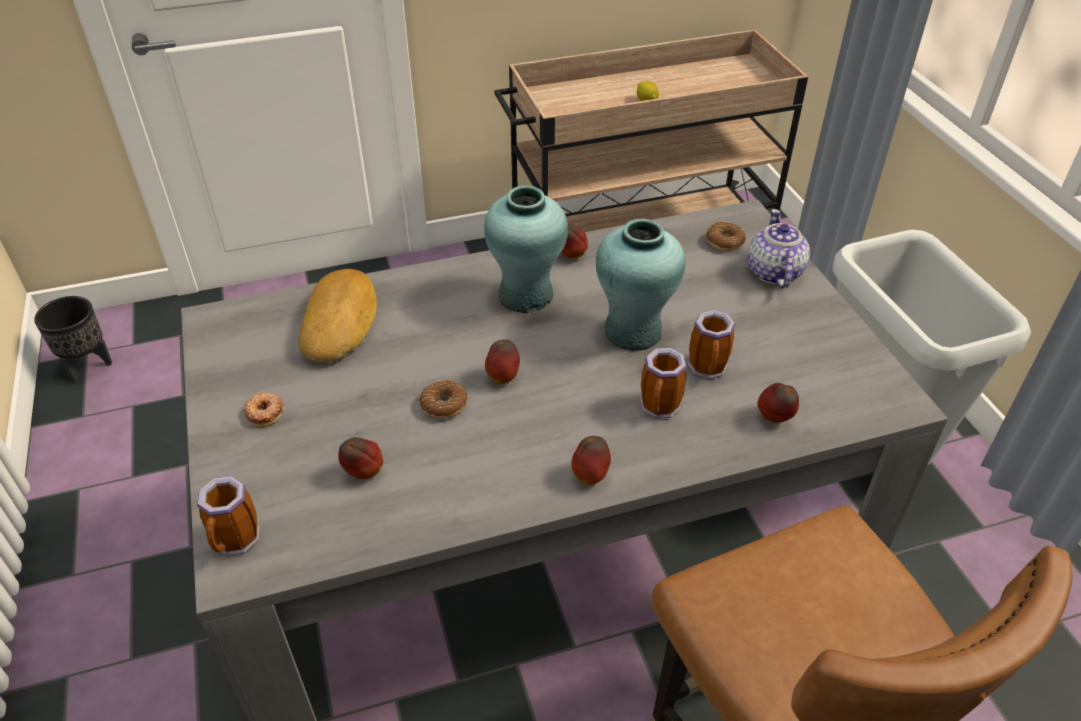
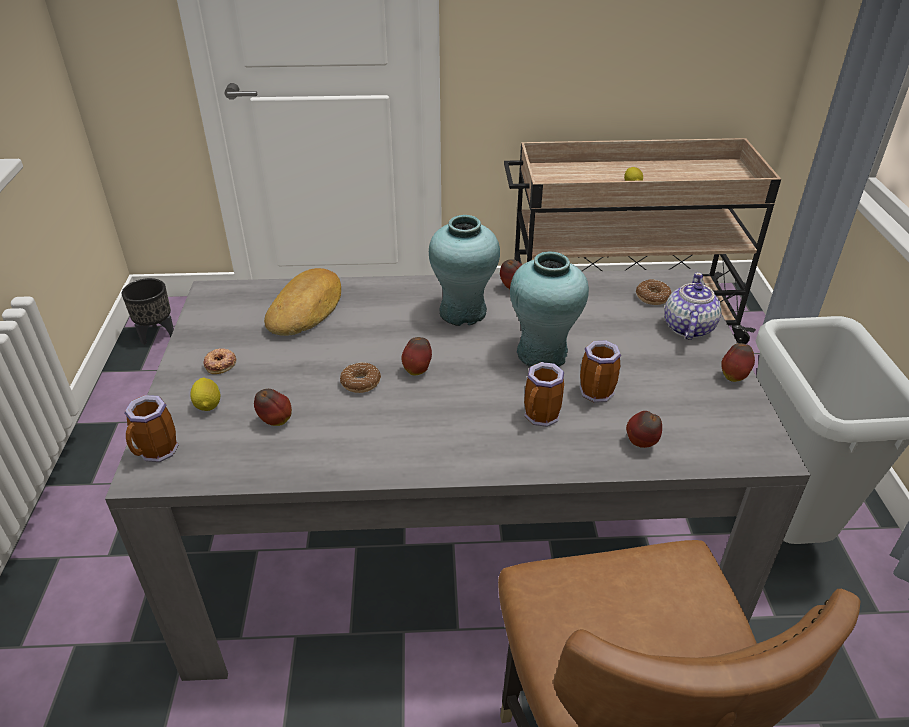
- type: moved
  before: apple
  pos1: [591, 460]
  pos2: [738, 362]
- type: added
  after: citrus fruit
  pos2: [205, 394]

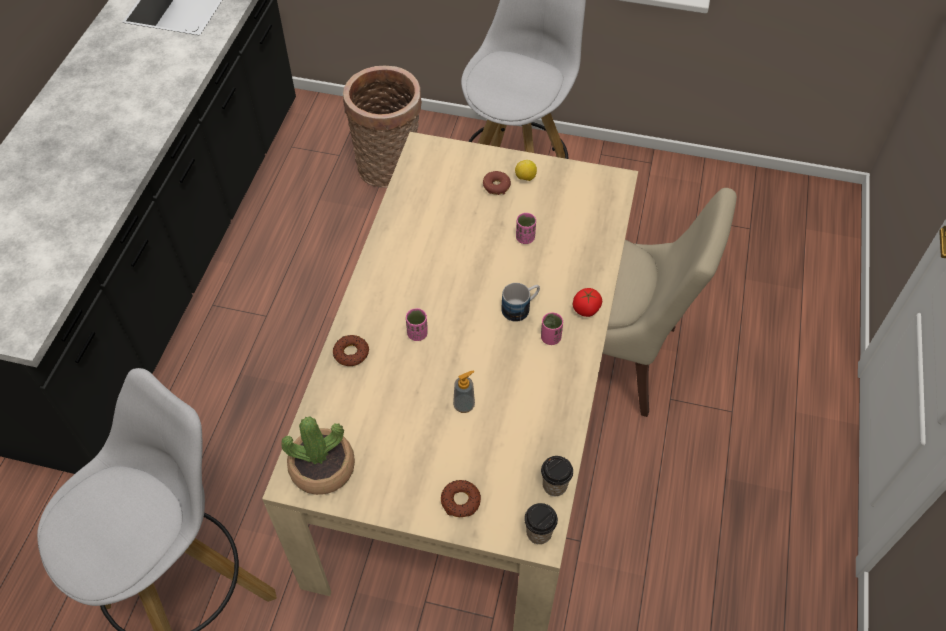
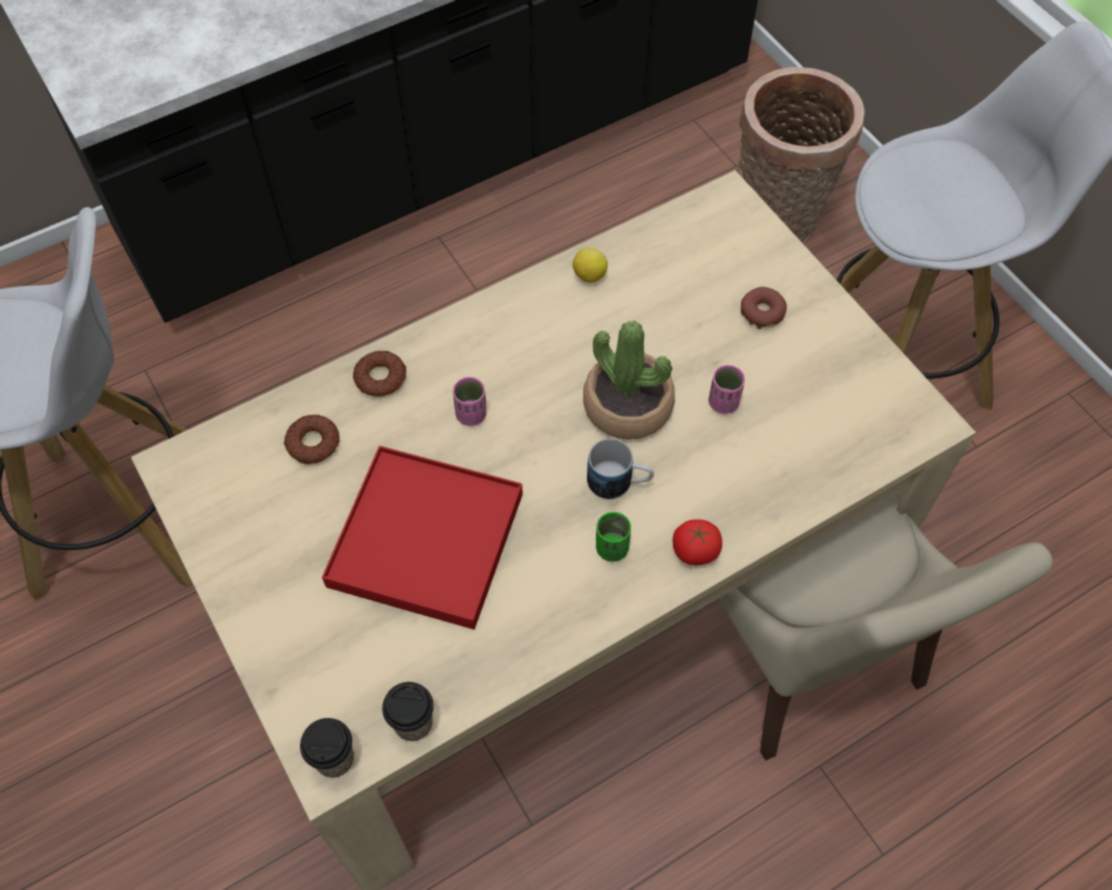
- type: moved
  before: citrus fruit
  pos1: [526, 170]
  pos2: [590, 265]
- type: recoloured
  before: pinkish drinking cup
  after: green-coloured drinking cup
  pos1: [552, 329]
  pos2: [613, 537]
- type: replaced
  before: soap bottle
  after: reddish tray
  pos1: [464, 391]
  pos2: [422, 538]
- type: moved
  before: potted plant
  pos1: [318, 455]
  pos2: [629, 380]
- type: moved
  before: doughnut
  pos1: [461, 498]
  pos2: [312, 439]

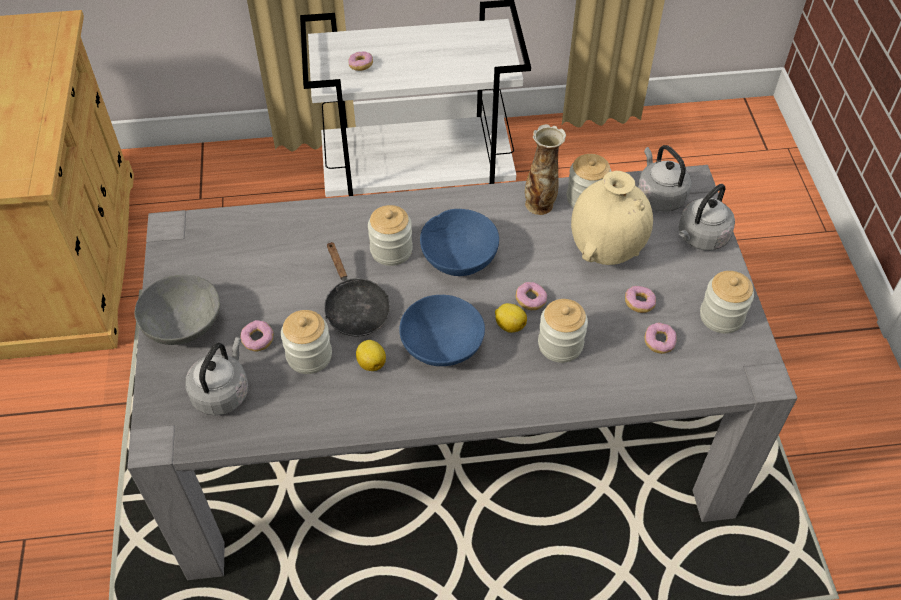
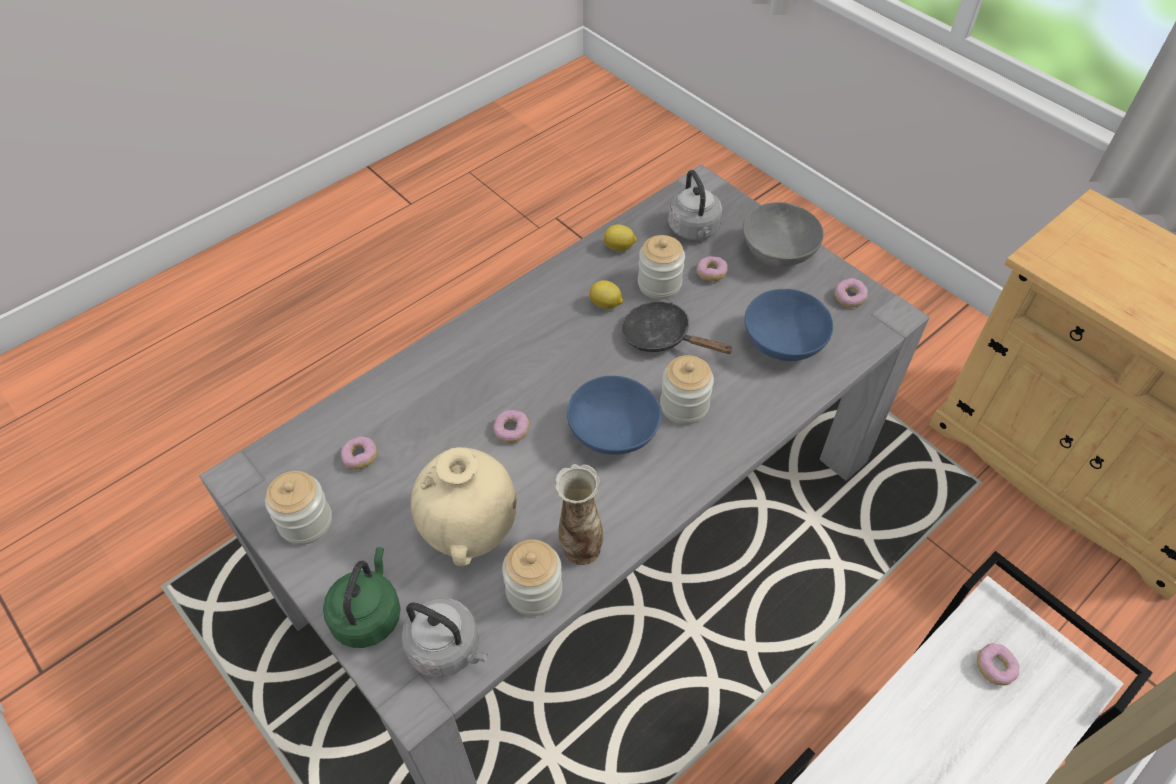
- type: recoloured
  before: grey tea kettle
  after: green-coloured tea kettle
  pos1: [707, 217]
  pos2: [362, 597]
- type: moved
  before: doughnut
  pos1: [640, 299]
  pos2: [851, 293]
- type: moved
  before: bluish bowl
  pos1: [442, 330]
  pos2: [789, 325]
- type: removed
  before: storage jar
  pos1: [563, 331]
- type: moved
  before: citrus fruit
  pos1: [511, 318]
  pos2: [620, 237]

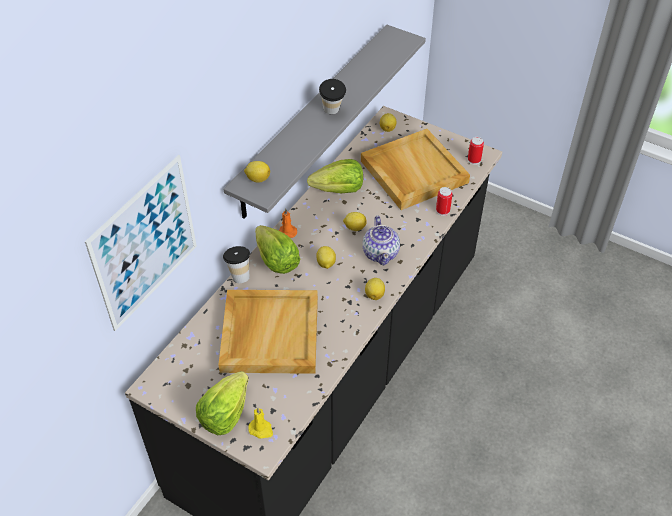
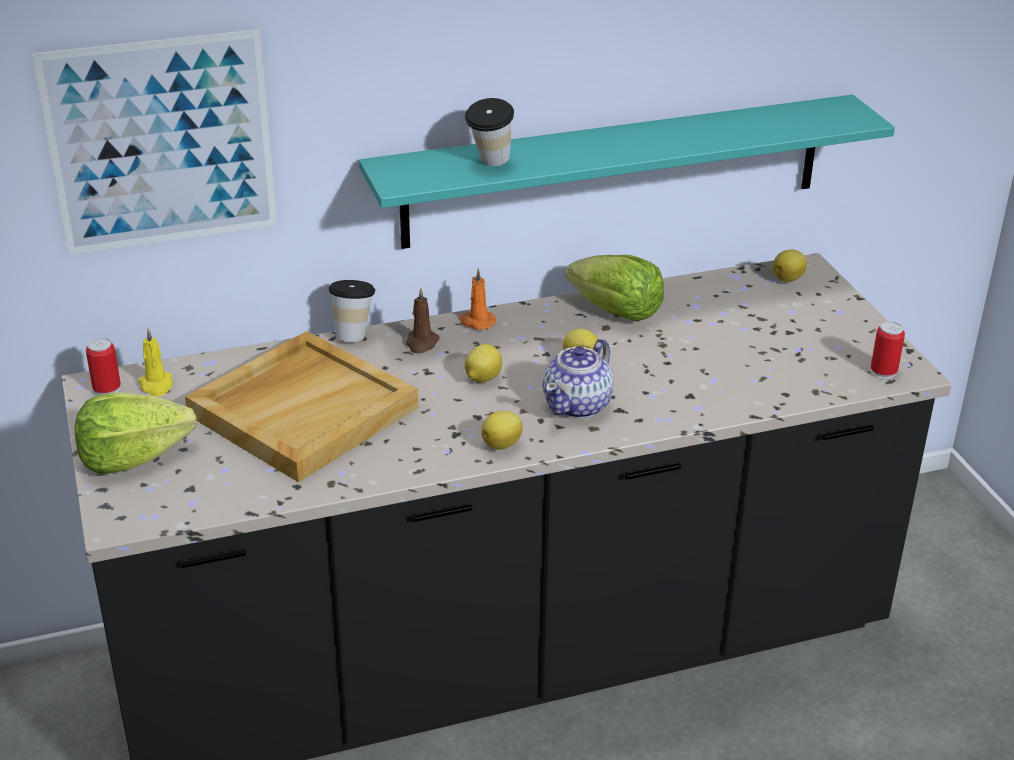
- type: recoloured
  before: grey bracket shelf
  after: turquoise bracket shelf
  pos1: [324, 122]
  pos2: [627, 172]
- type: moved
  before: drinking cup
  pos1: [332, 96]
  pos2: [489, 132]
- type: removed
  before: sand-coloured tray
  pos1: [415, 169]
- type: removed
  before: citrus fruit
  pos1: [257, 172]
- type: moved
  before: metal can
  pos1: [444, 201]
  pos2: [103, 366]
- type: replaced
  before: lettuce
  after: brownish wax candle
  pos1: [277, 249]
  pos2: [423, 321]
- type: moved
  before: yellowish wax candle
  pos1: [260, 423]
  pos2: [155, 362]

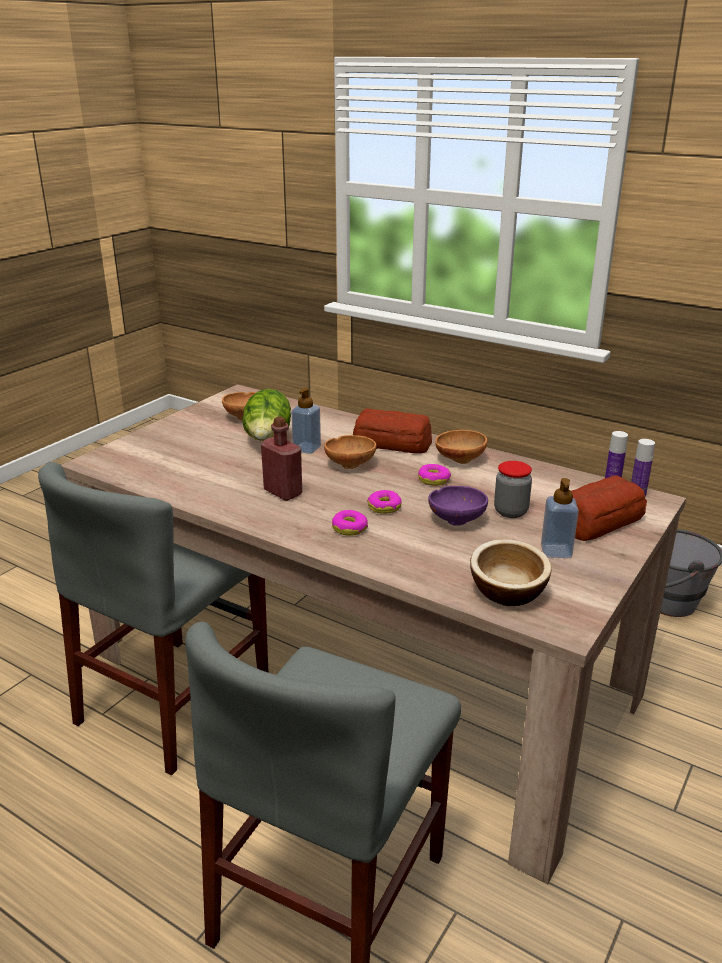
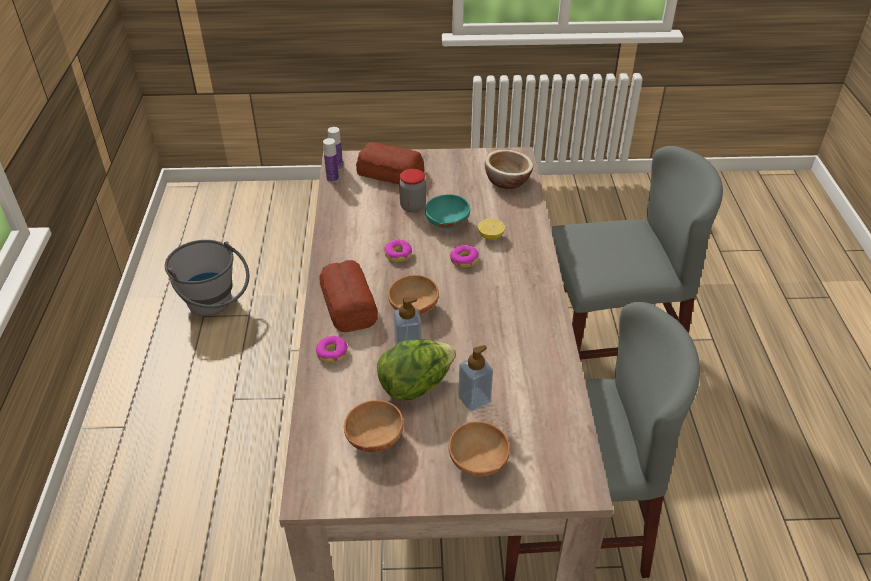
- type: removed
  before: reddish drink bottle
  pos1: [281, 459]
- type: moved
  before: brownish bowl
  pos1: [461, 447]
  pos2: [479, 448]
- type: moved
  before: soap bottle
  pos1: [560, 518]
  pos2: [475, 378]
- type: recoloured
  before: purple-coloured bowl
  after: turquoise bowl
  pos1: [458, 506]
  pos2: [447, 211]
- type: moved
  before: doughnut
  pos1: [350, 523]
  pos2: [332, 349]
- type: added
  after: citrus fruit
  pos2: [491, 229]

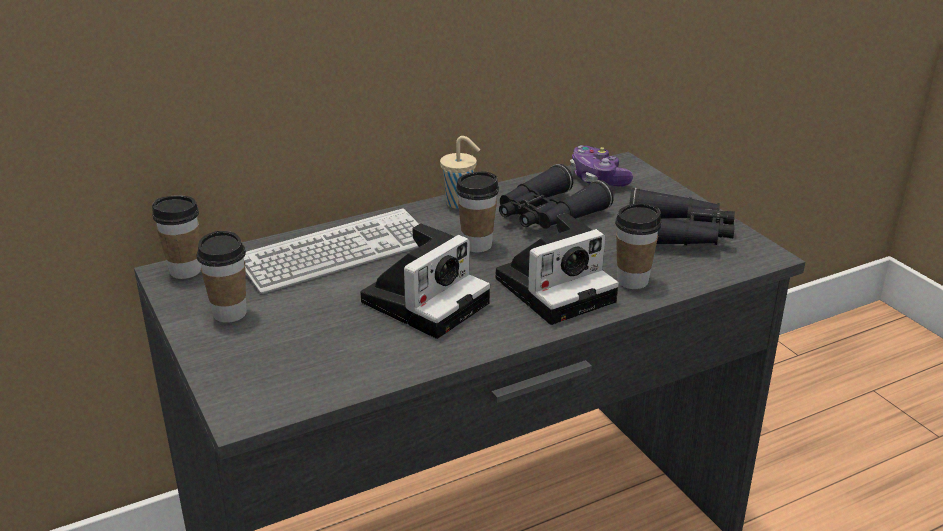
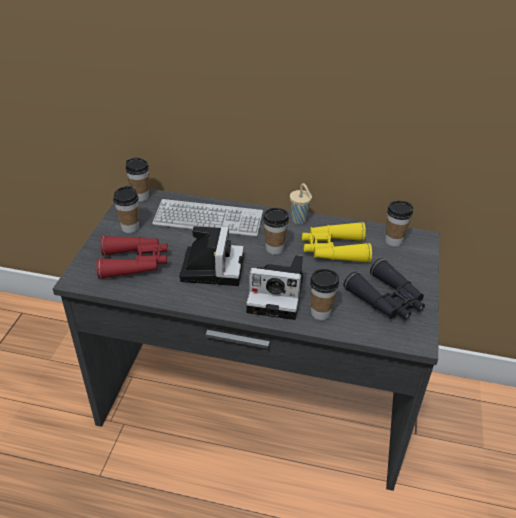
- type: replaced
  before: gamepad
  after: drinking cup
  pos1: [601, 166]
  pos2: [399, 224]
- type: recoloured
  before: black pair of binoculars
  after: yellowish pair of binoculars
  pos1: [556, 196]
  pos2: [337, 242]
- type: turned
  before: still camera
  pos1: [425, 281]
  pos2: [211, 256]
  turn: -75
- type: added
  after: reddish pair of binoculars
  pos2: [132, 257]

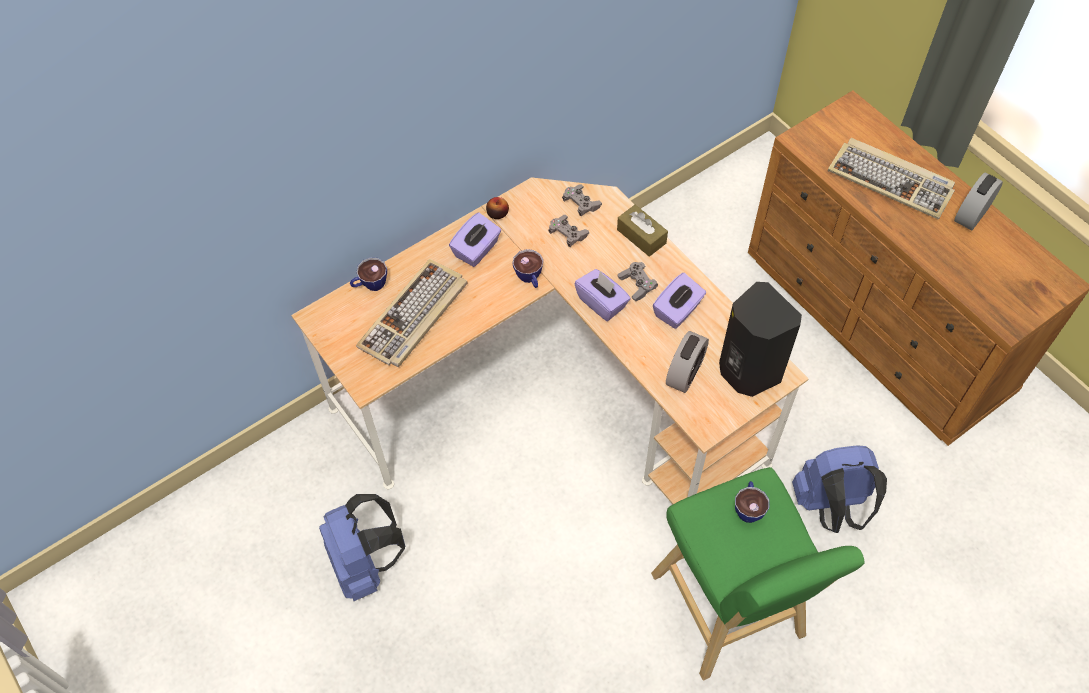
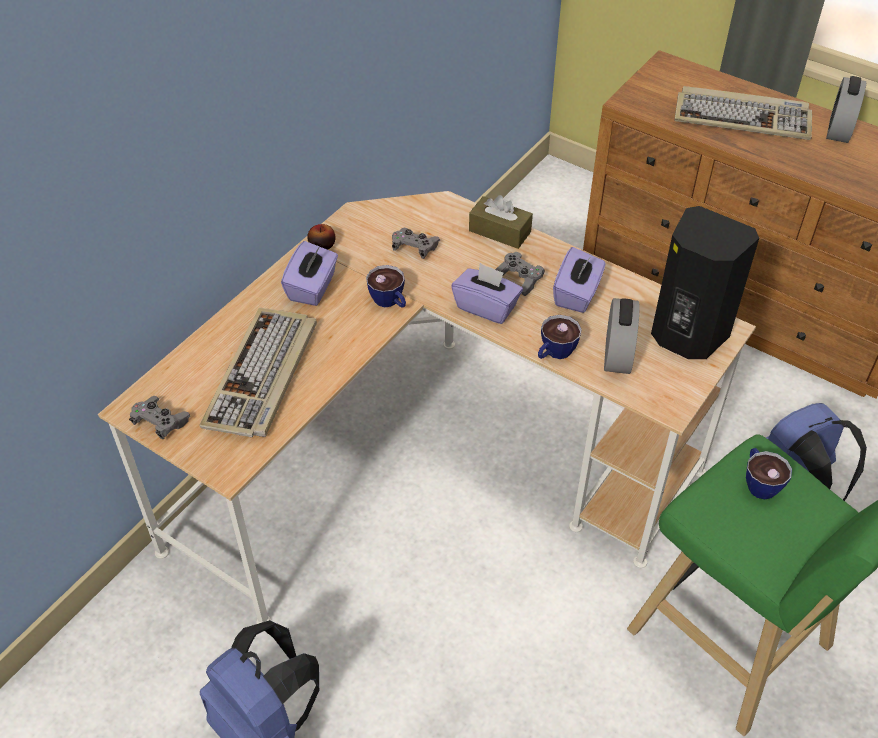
- type: moved
  before: grey gamepad
  pos1: [582, 200]
  pos2: [159, 417]
- type: moved
  before: drinking cup
  pos1: [368, 274]
  pos2: [560, 337]

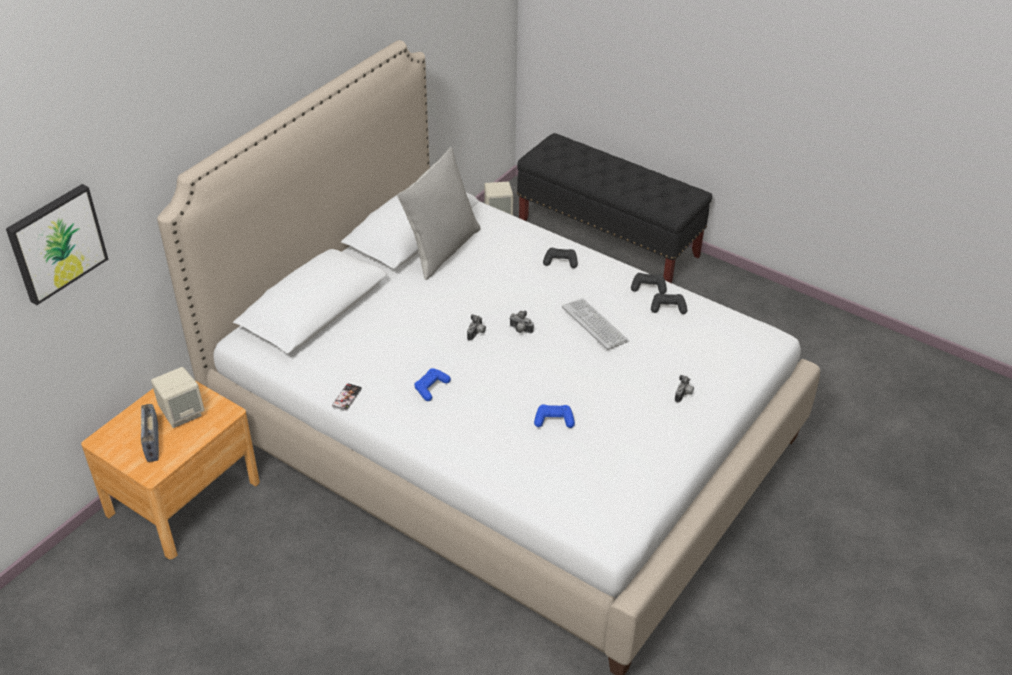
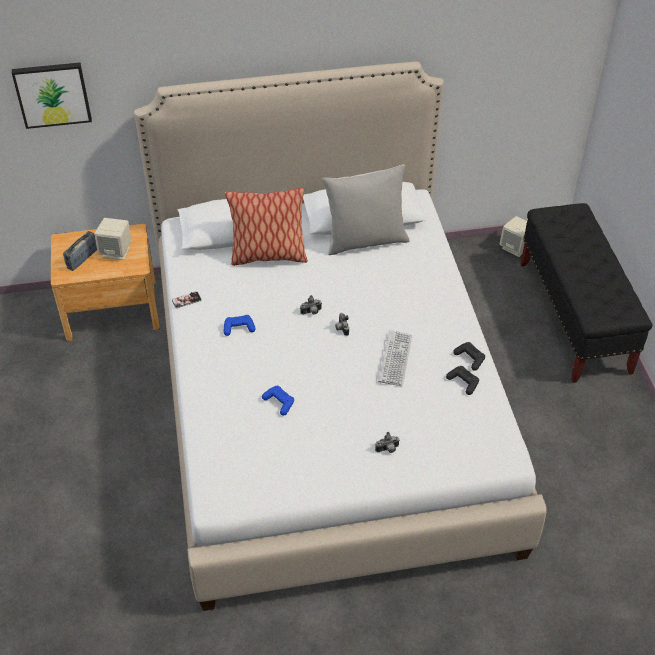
- type: removed
  before: black gamepad
  pos1: [560, 258]
- type: added
  after: cushion
  pos2: [266, 227]

